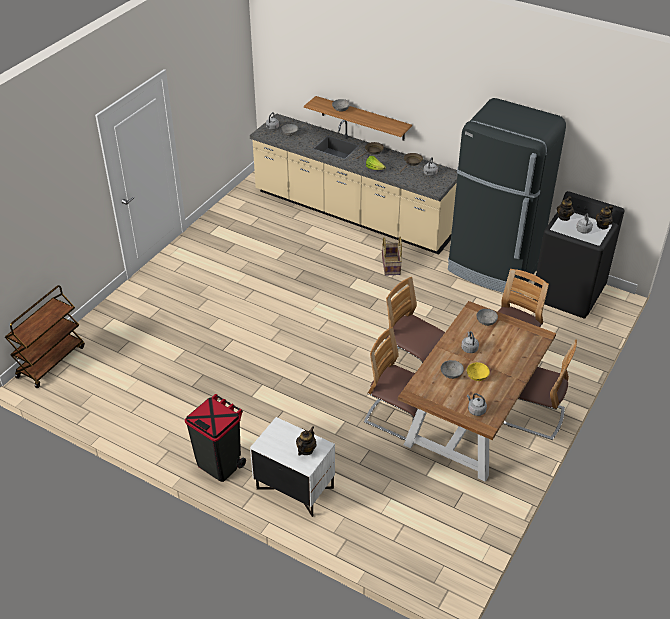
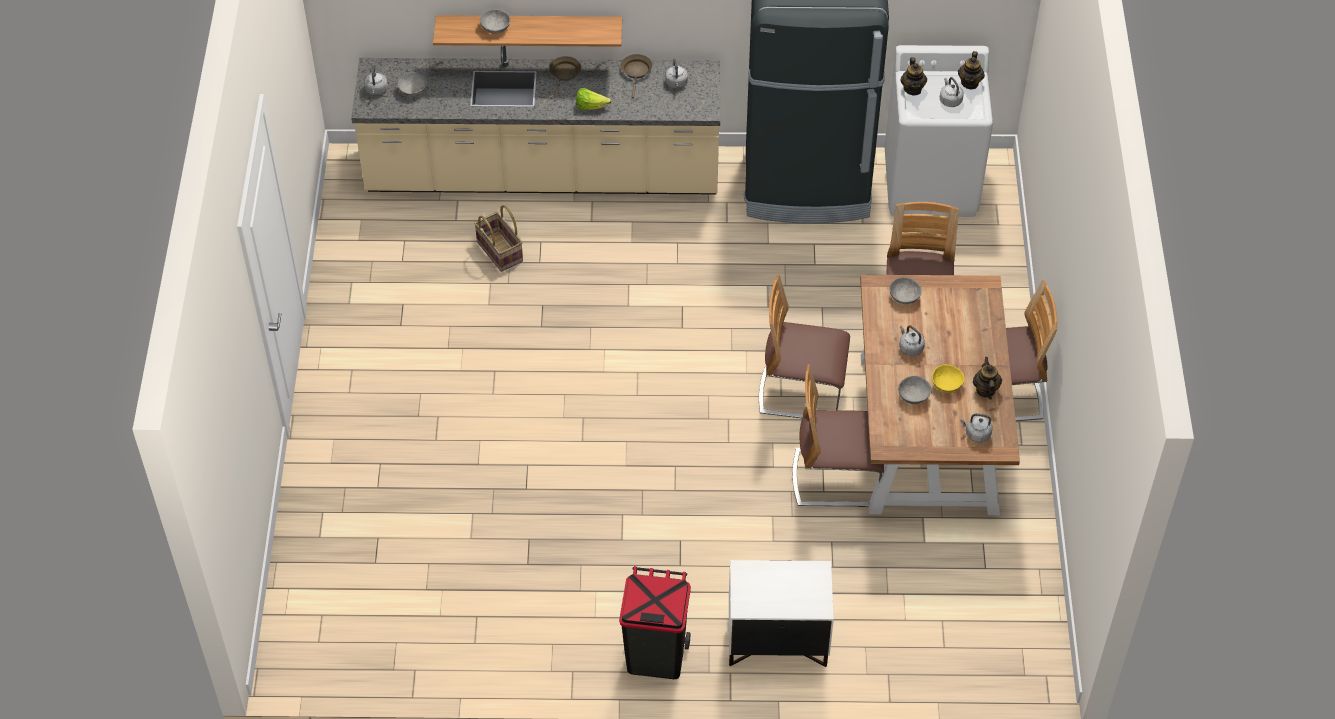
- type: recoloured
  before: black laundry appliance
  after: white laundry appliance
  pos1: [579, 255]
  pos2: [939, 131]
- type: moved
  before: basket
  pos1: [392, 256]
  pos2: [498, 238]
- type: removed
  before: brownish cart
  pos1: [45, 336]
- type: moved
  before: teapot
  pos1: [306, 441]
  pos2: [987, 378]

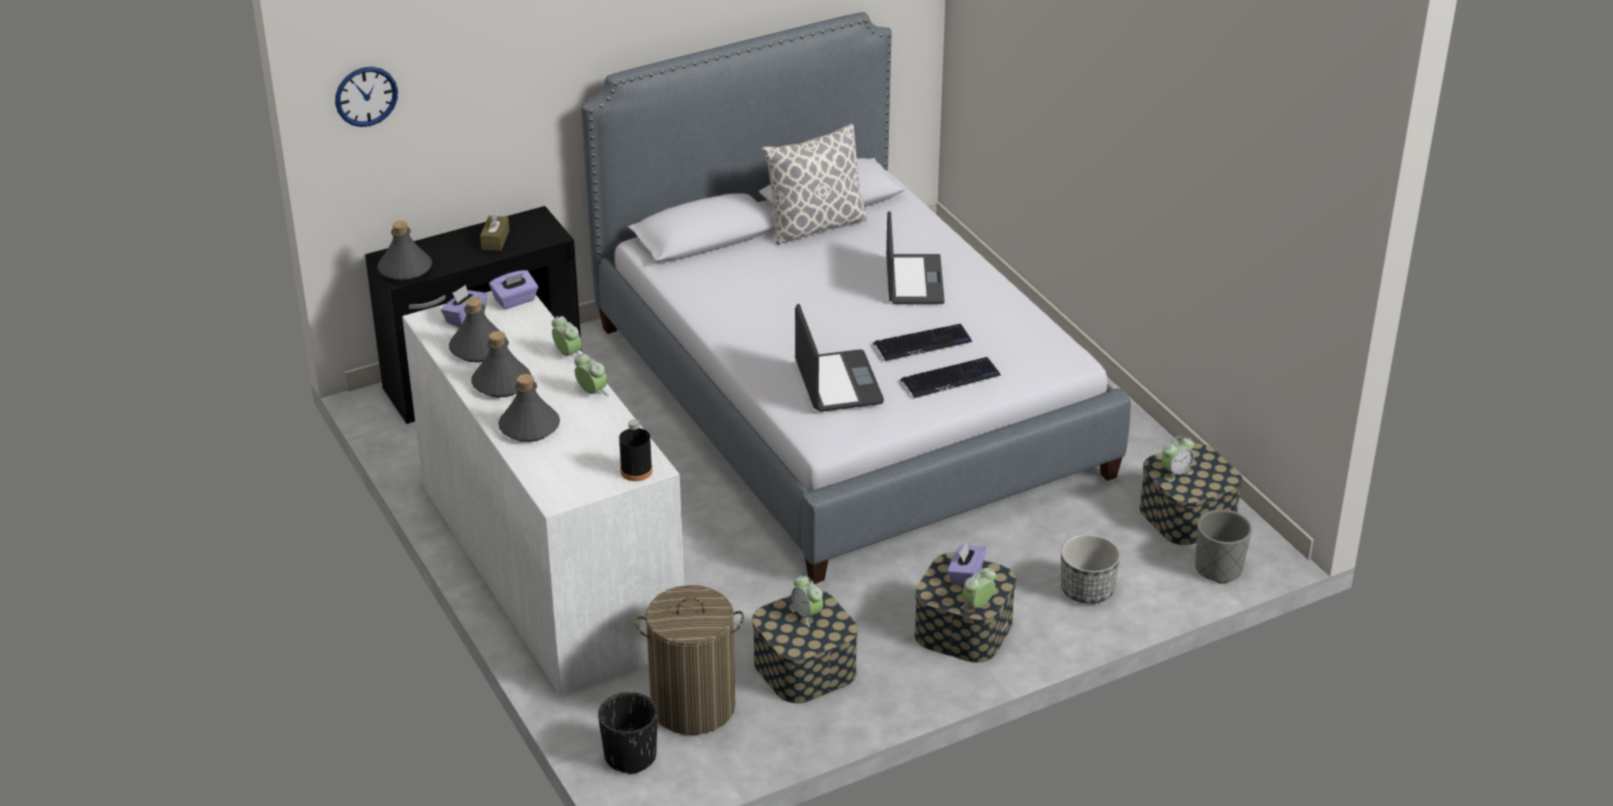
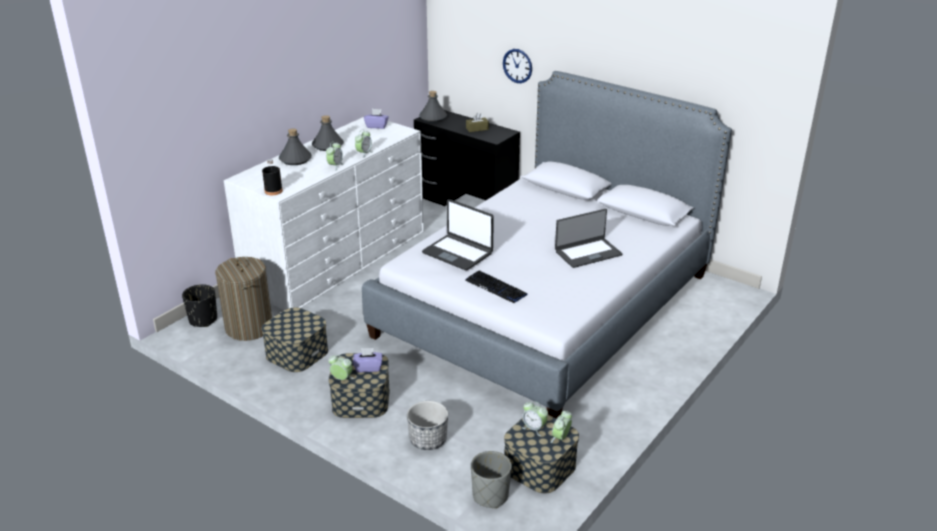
- type: moved
  before: clock on the wall
  pos1: [366, 97]
  pos2: [517, 66]
- type: removed
  before: cushion
  pos1: [815, 184]
- type: removed
  before: purple-coloured tissue holder
  pos1: [513, 289]
- type: removed
  before: grey drink bottle
  pos1: [478, 329]
- type: turned
  before: portable computer
  pos1: [839, 358]
  pos2: [458, 234]
  turn: 75
- type: removed
  before: computer keyboard
  pos1: [922, 342]
- type: moved
  before: alarm clock
  pos1: [807, 601]
  pos2: [561, 427]

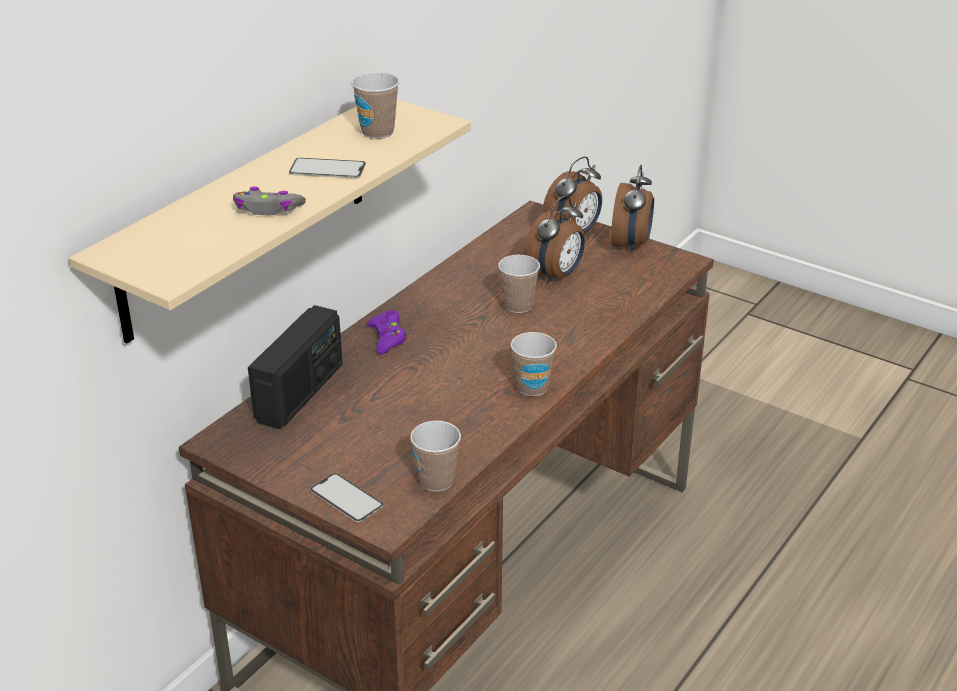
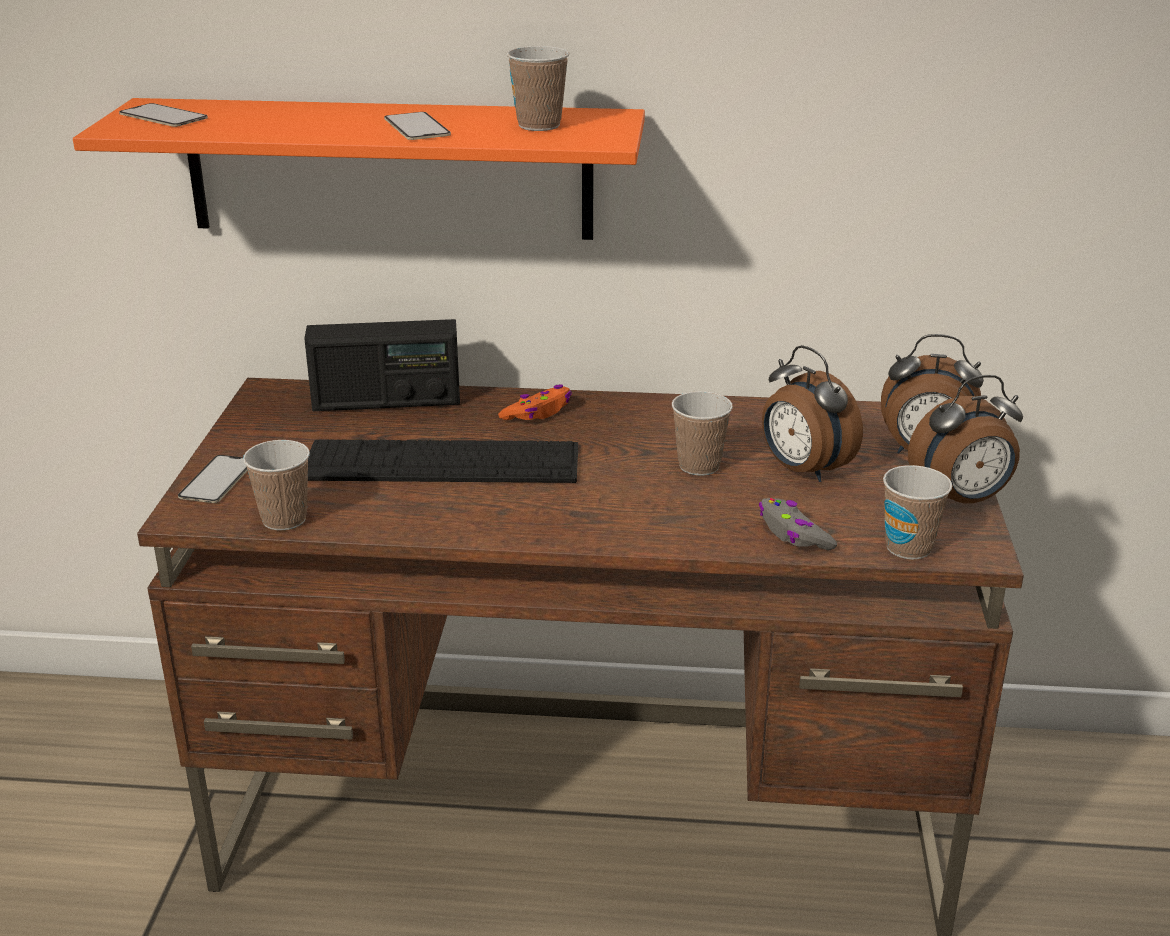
- type: recoloured
  before: sand-coloured bracket shelf
  after: orangey bracket shelf
  pos1: [270, 222]
  pos2: [359, 169]
- type: moved
  before: grey gamepad
  pos1: [269, 201]
  pos2: [798, 524]
- type: turned
  before: alarm clock
  pos1: [554, 239]
  pos2: [812, 413]
  turn: 45
- type: recoloured
  before: purple-coloured gamepad
  after: orangey gamepad
  pos1: [386, 332]
  pos2: [535, 402]
- type: moved
  before: drinking cup
  pos1: [534, 364]
  pos2: [917, 512]
- type: added
  after: telephone
  pos2: [163, 115]
- type: added
  after: computer keyboard
  pos2: [443, 461]

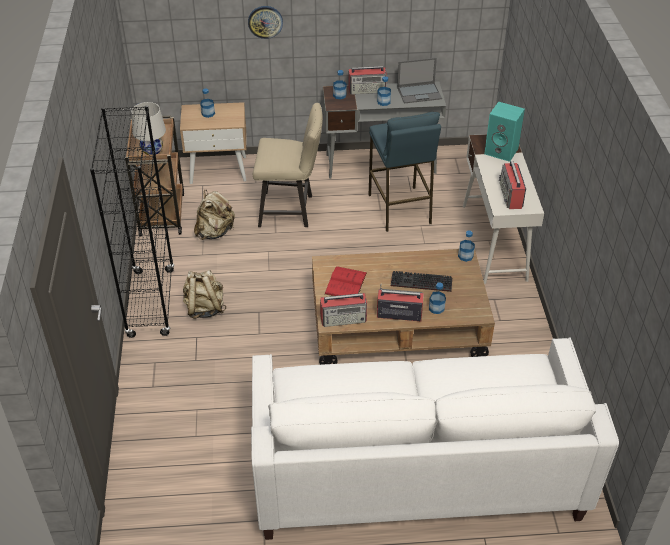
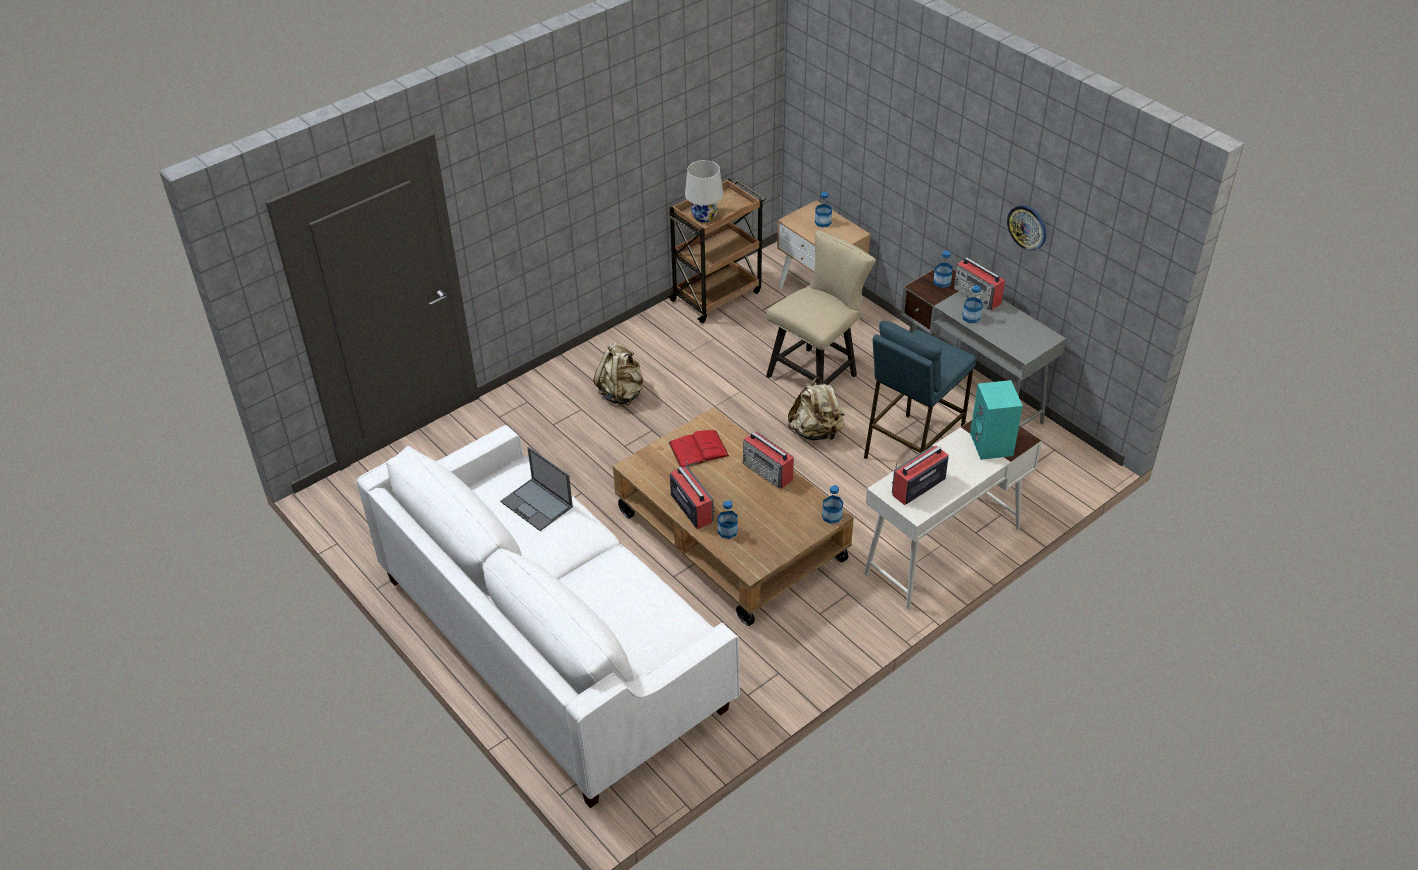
- type: moved
  before: clock on the wall
  pos1: [265, 22]
  pos2: [1026, 228]
- type: moved
  before: portable computer
  pos1: [419, 80]
  pos2: [536, 489]
- type: turned
  before: sand-coloured plain chair
  pos1: [288, 165]
  pos2: [821, 307]
  turn: -105
- type: removed
  before: black bookcase
  pos1: [132, 221]
- type: moved
  before: sand-coloured backpack
  pos1: [214, 215]
  pos2: [816, 408]
- type: removed
  before: computer keyboard
  pos1: [421, 281]
- type: moved
  before: radio receiver
  pos1: [343, 310]
  pos2: [768, 460]

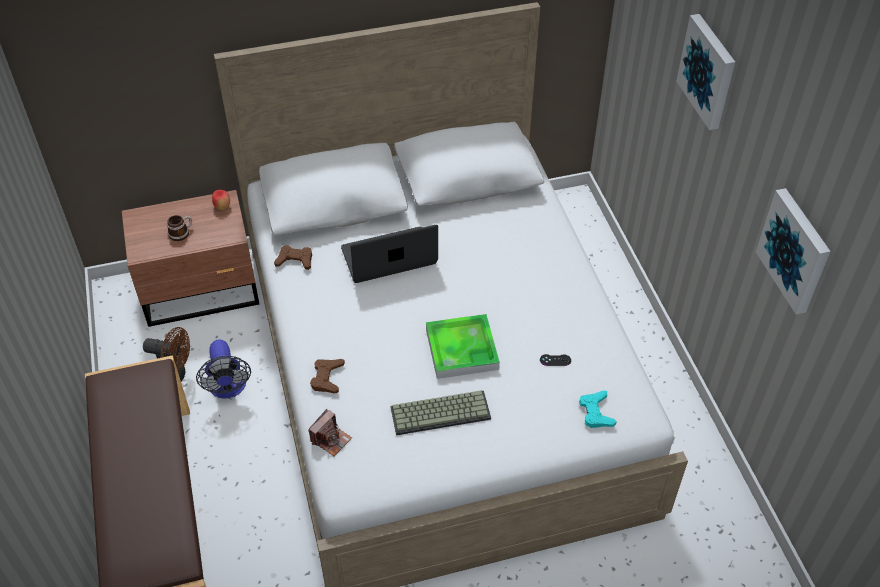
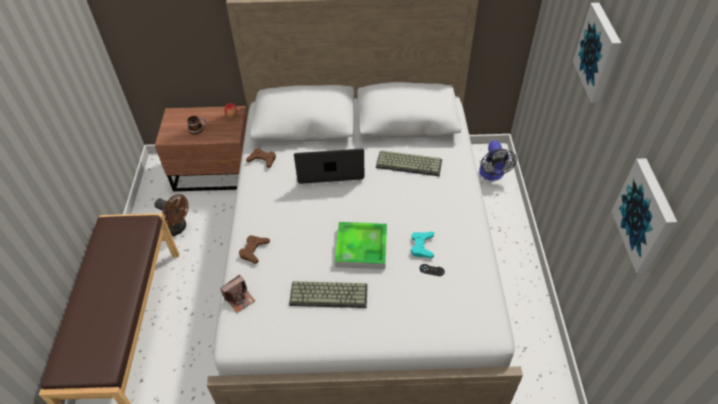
- type: moved
  before: fan
  pos1: [223, 369]
  pos2: [498, 160]
- type: moved
  before: turquoise gamepad
  pos1: [598, 409]
  pos2: [422, 245]
- type: added
  after: computer keyboard
  pos2: [409, 163]

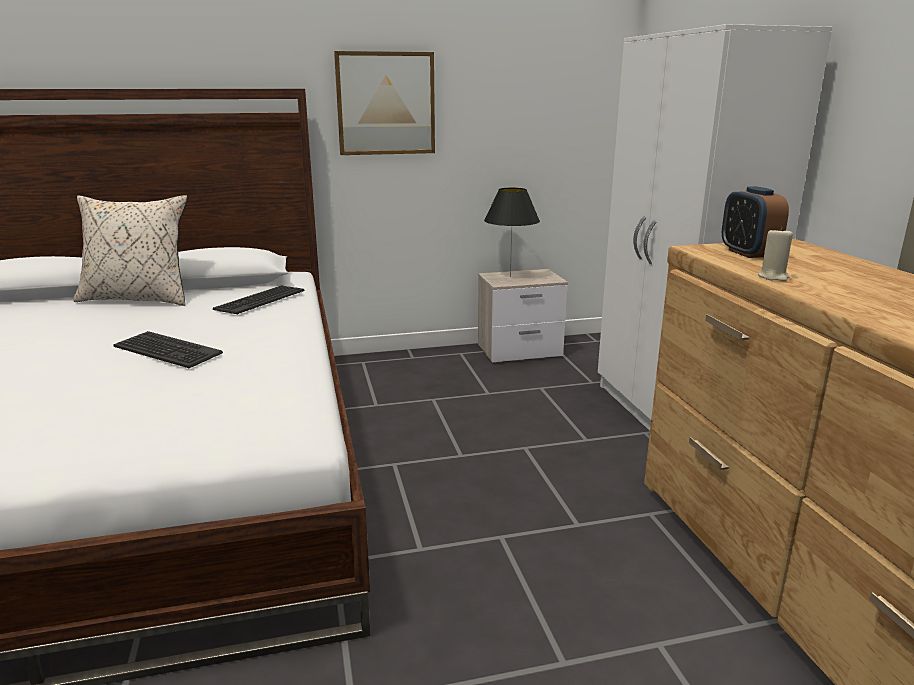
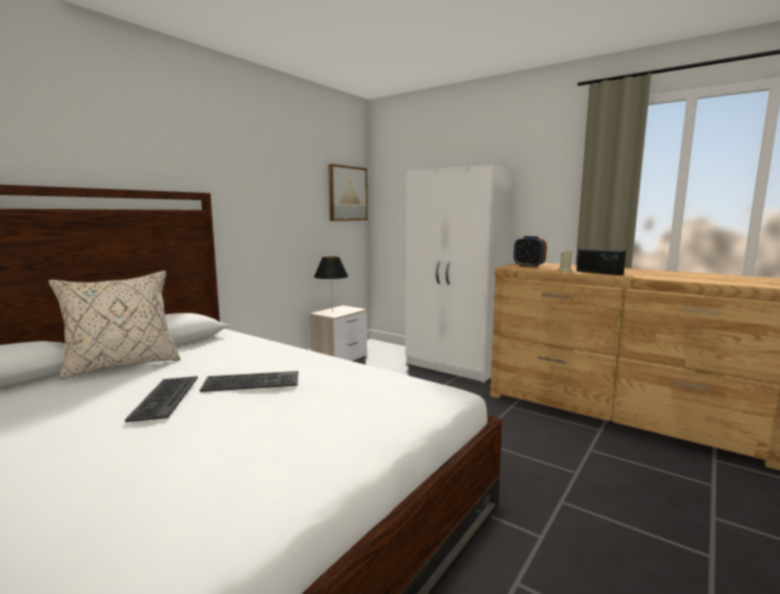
- type: moved
  before: picture
  pos1: [384, 103]
  pos2: [347, 192]
- type: moved
  before: computer keyboard
  pos1: [259, 299]
  pos2: [161, 399]
- type: added
  after: radio receiver
  pos2: [601, 261]

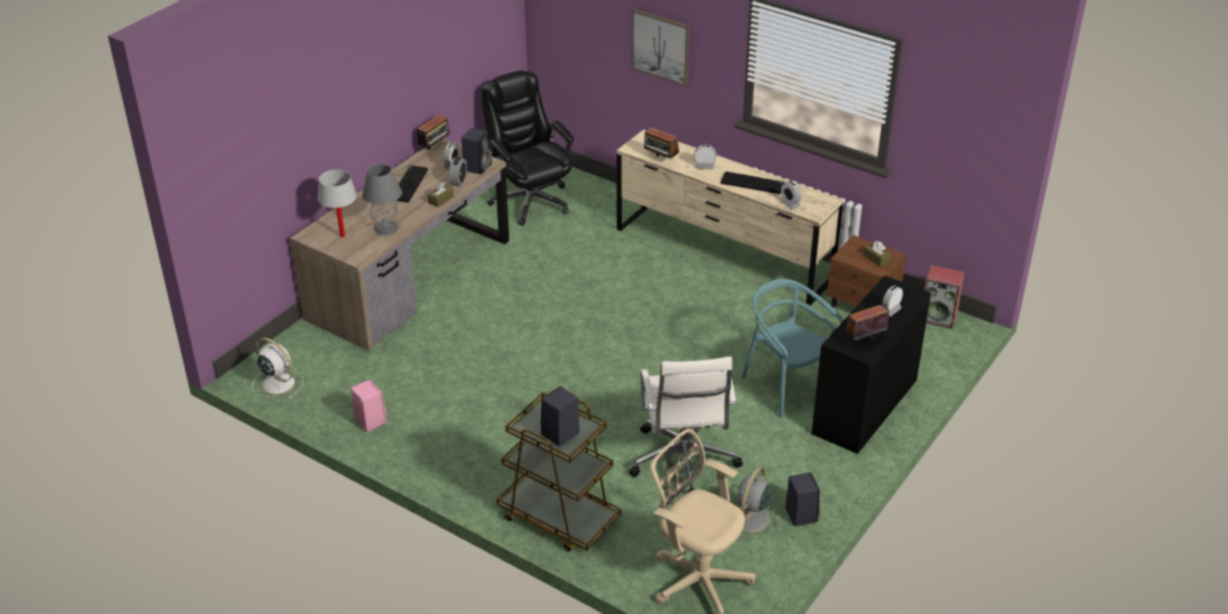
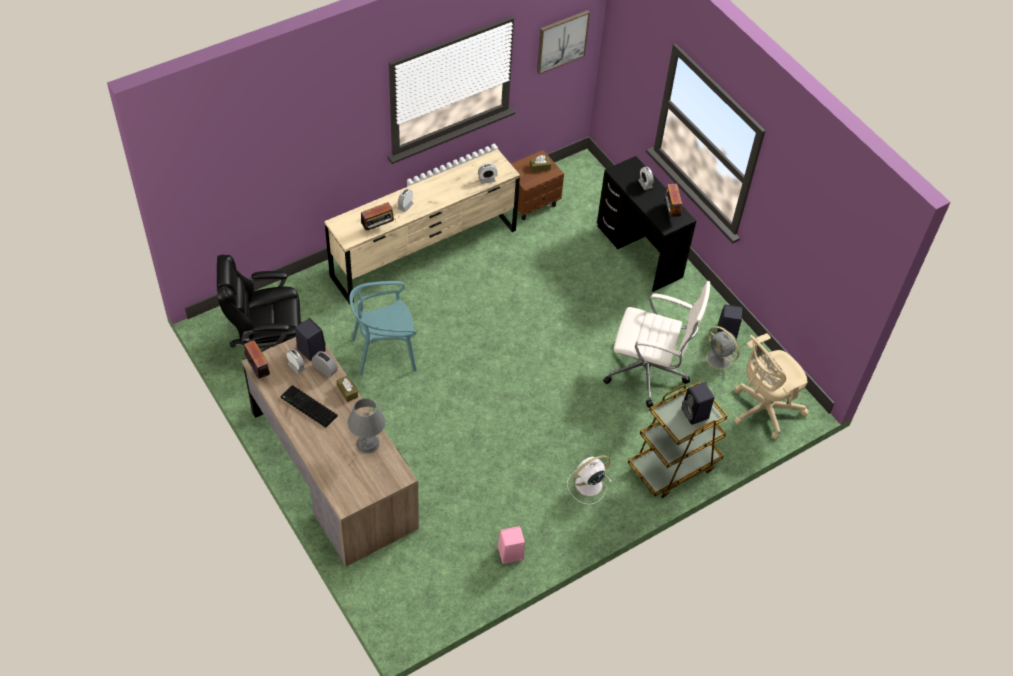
- type: moved
  before: picture
  pos1: [661, 47]
  pos2: [563, 42]
- type: removed
  before: white lamp for a table
  pos1: [337, 204]
- type: removed
  before: computer keyboard
  pos1: [752, 182]
- type: removed
  before: speaker
  pos1: [944, 297]
- type: moved
  before: turquoise plain chair
  pos1: [792, 348]
  pos2: [383, 328]
- type: moved
  before: white fan
  pos1: [277, 368]
  pos2: [589, 480]

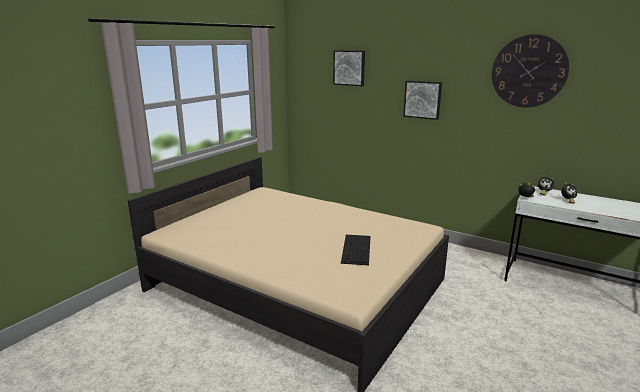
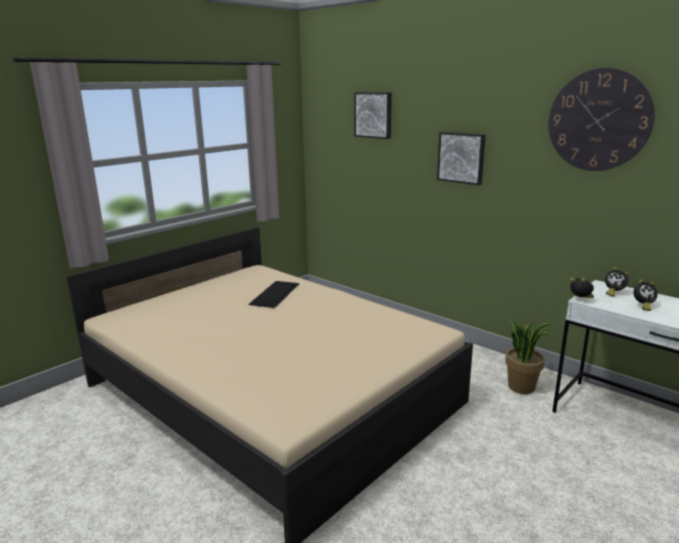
- type: moved
  before: computer keyboard
  pos1: [356, 250]
  pos2: [274, 294]
- type: added
  after: potted plant
  pos2: [529, 356]

